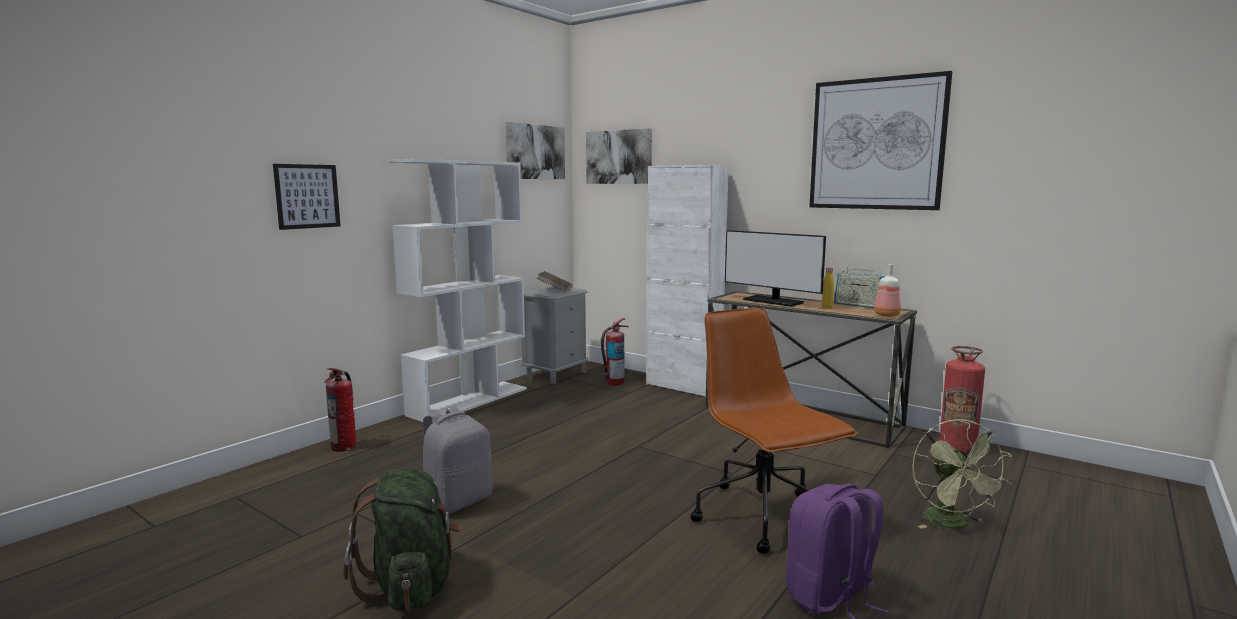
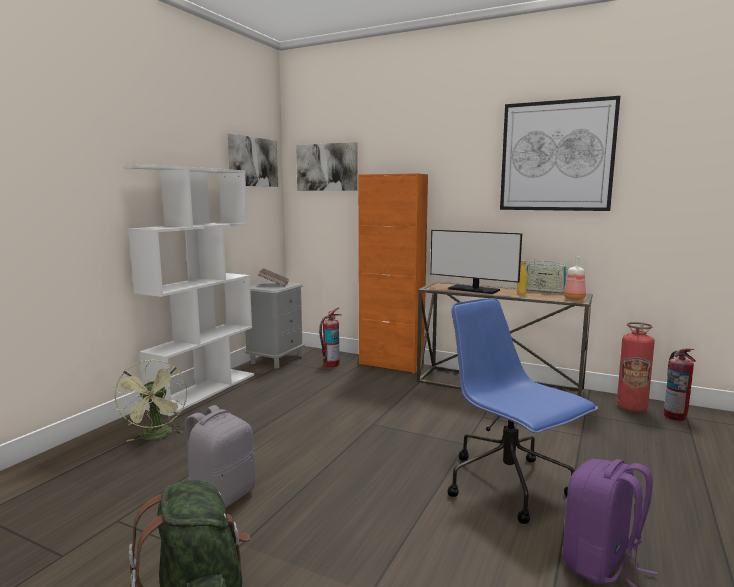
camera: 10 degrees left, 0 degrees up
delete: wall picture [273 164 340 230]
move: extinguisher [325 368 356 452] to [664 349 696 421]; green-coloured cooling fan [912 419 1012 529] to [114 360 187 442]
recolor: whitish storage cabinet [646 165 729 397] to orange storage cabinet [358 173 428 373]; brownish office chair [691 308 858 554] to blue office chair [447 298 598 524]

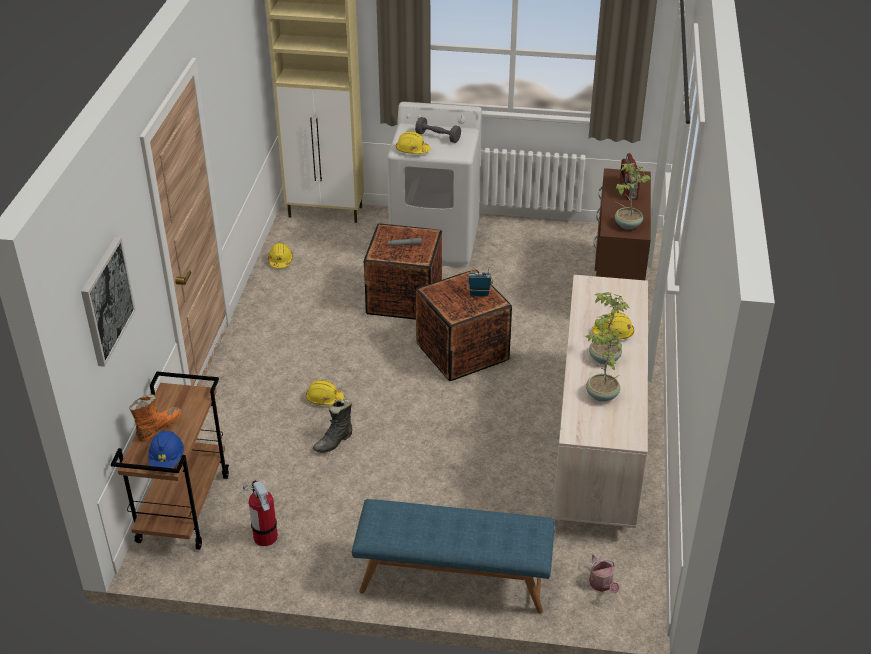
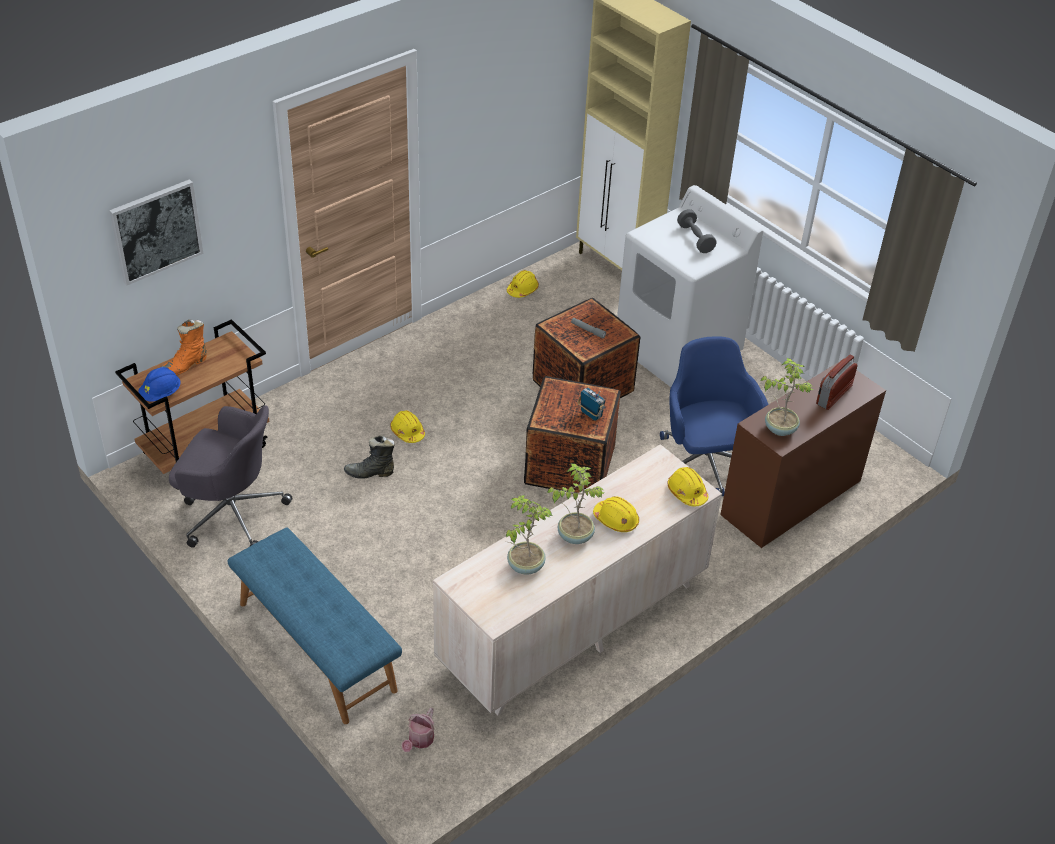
camera: 40 degrees right, 5 degrees up
insert: blue office chair [660 336 769 496]
move: yellow-coloured work helmet [396 131 430 154] to [668 467 708 506]
replace: extinguisher [243 480 278 546] to greyish office chair [169 405 293 548]
rotate: orange tall boot [129 394 181 442] = [161 319 207 375] 150 degrees clockwise

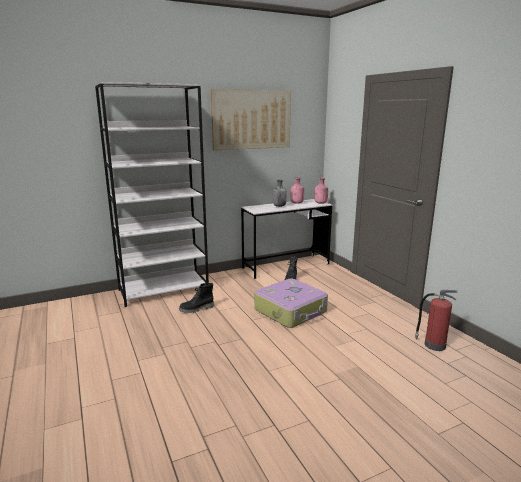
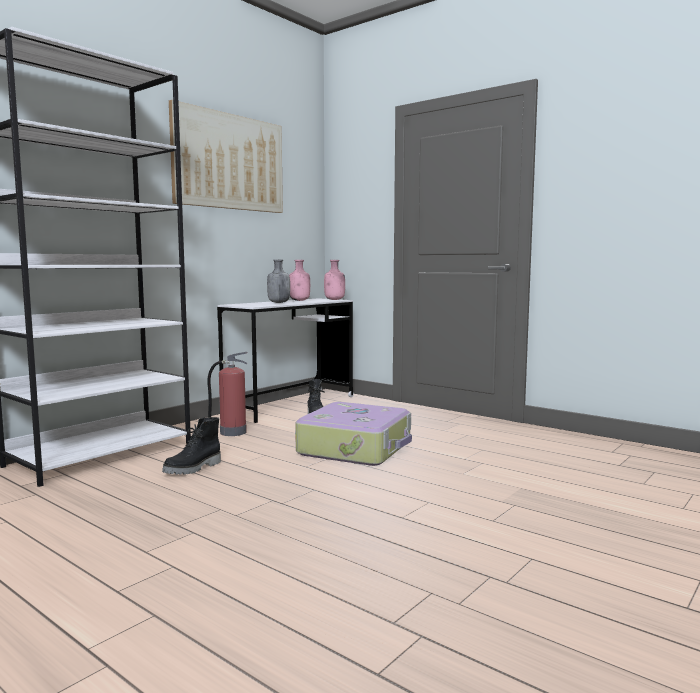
camera: 25 degrees left, 10 degrees down
move: extinguisher [415 290 457 351] to [207 352 248 436]

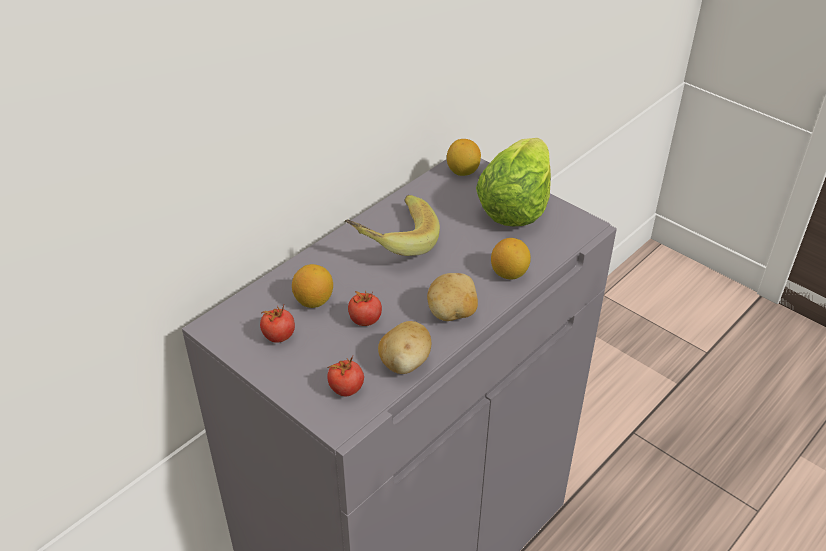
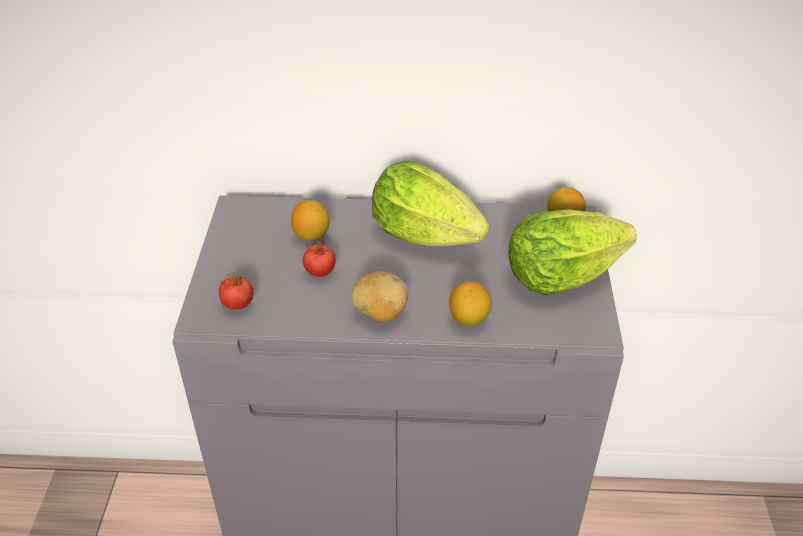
camera: 50 degrees right, 0 degrees up
delete: whole tomato [260 305 295 343]; potato [378 321 431 374]
replace: banana fruit [345 195 440 256] to lettuce head [372 160 490 246]

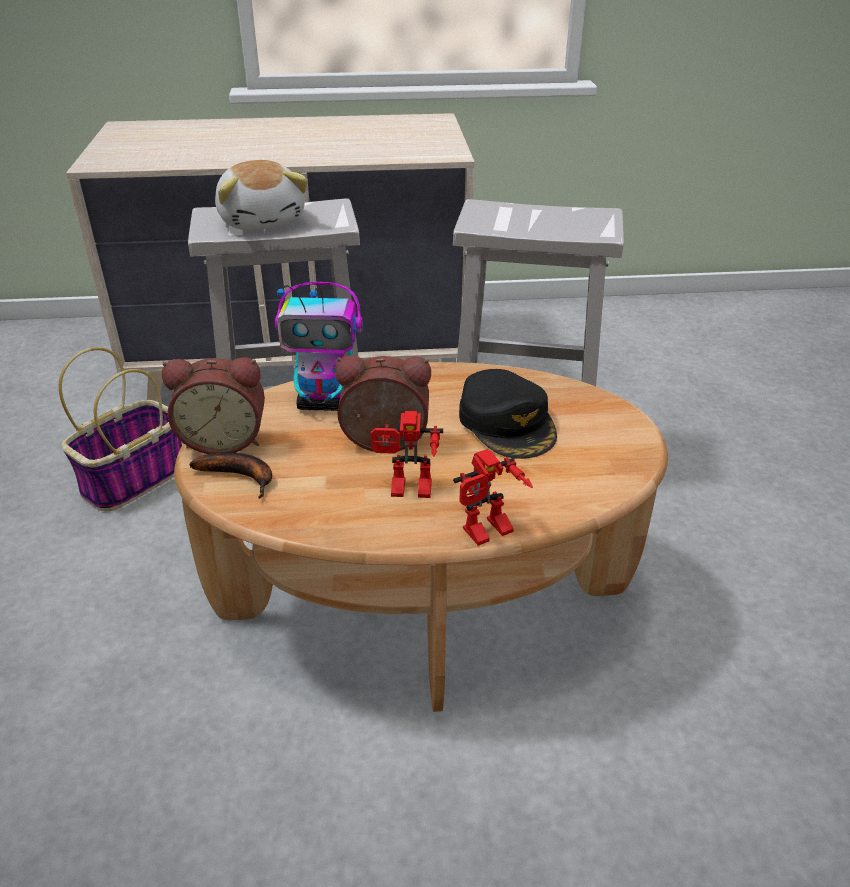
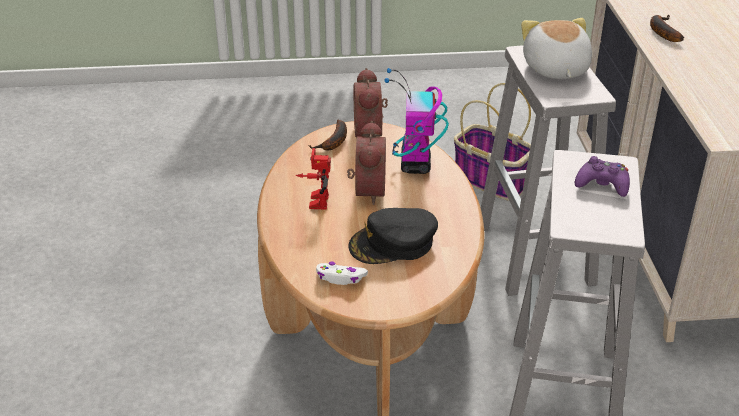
camera: 90 degrees right, 0 degrees up
delete: toy robot [453 449 533 546]
insert: whitish joypad [316 261 368 285]; purple joypad [575 156 630 197]; banana fruit [650 15 684 42]
rotate: cuddly toy [215 160 308 230] = [521 18 592 79] 105 degrees clockwise

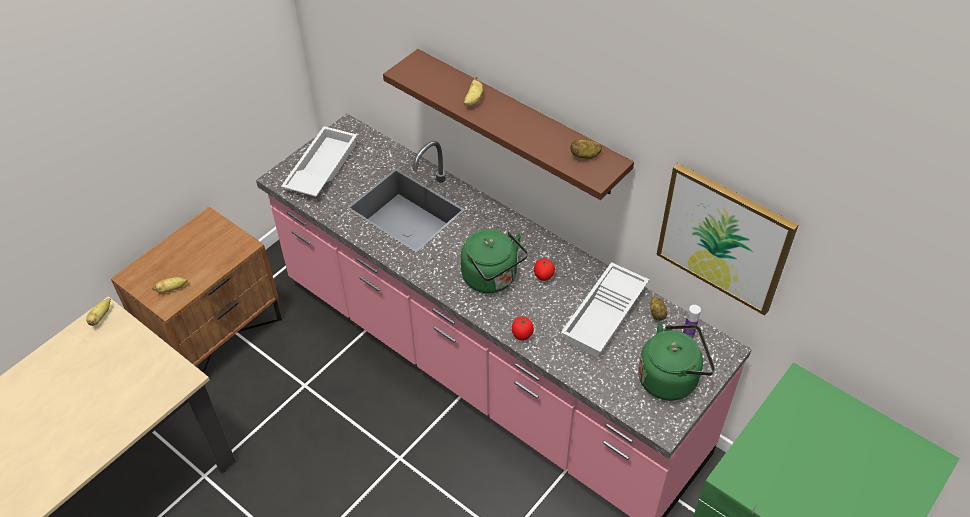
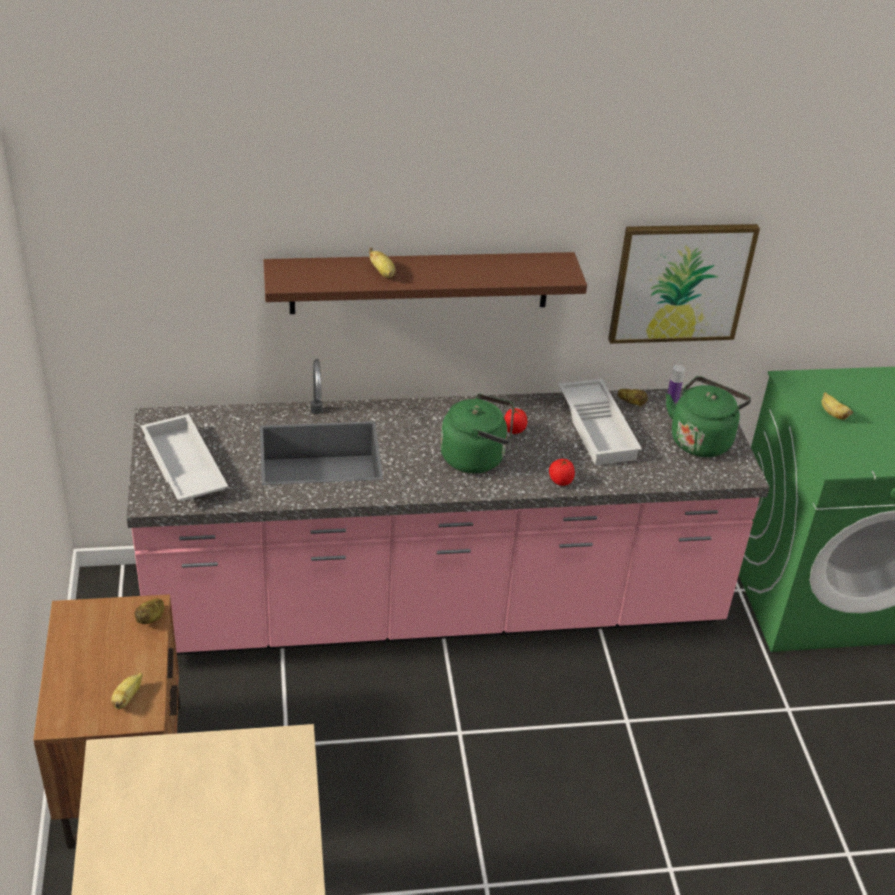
camera: 50 degrees left, 10 degrees down
move: banana fruit [86 298 111 326] to [821 392 853 419]; potato [570 140 602 159] to [134 599 164 624]

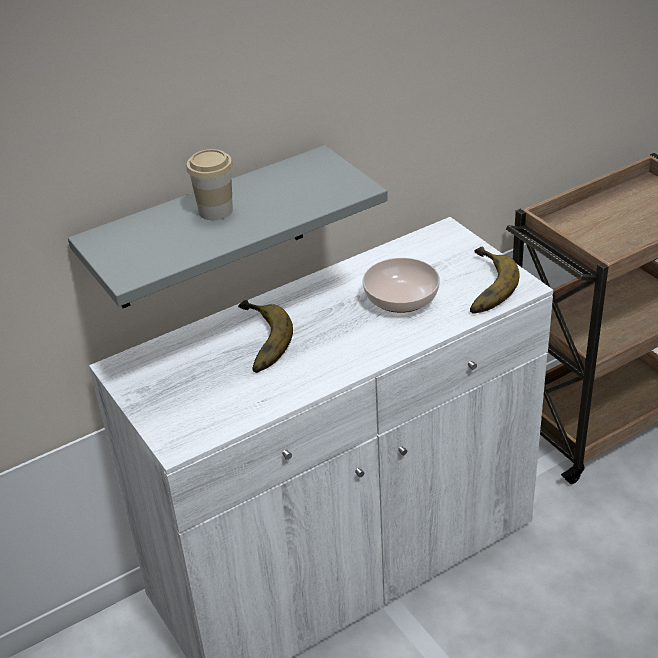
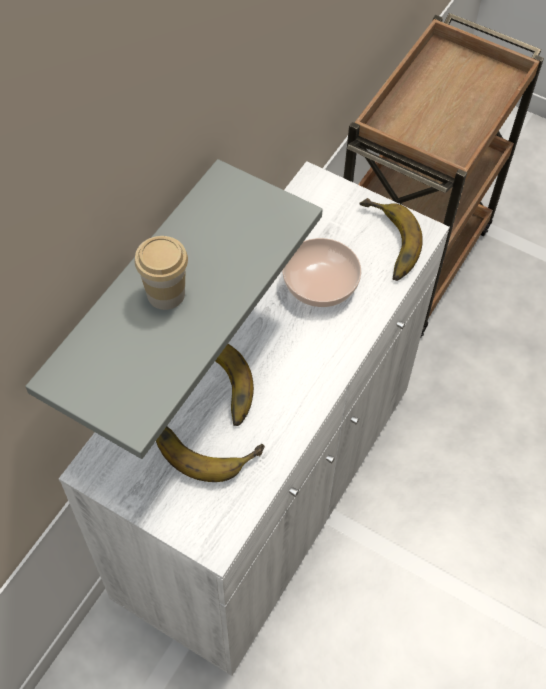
camera: 30 degrees left, 20 degrees up
insert: banana fruit [156 427 265 482]

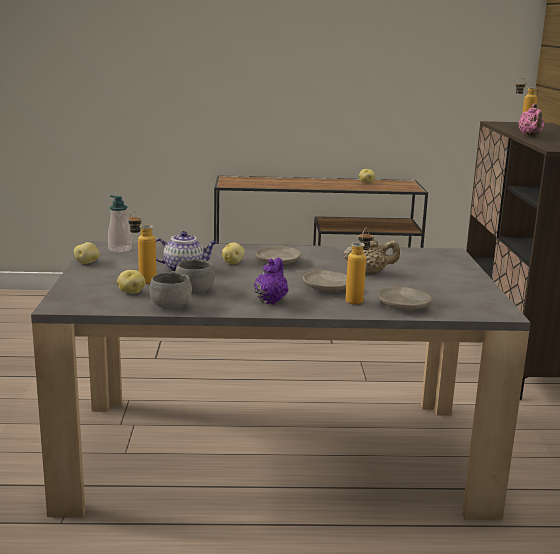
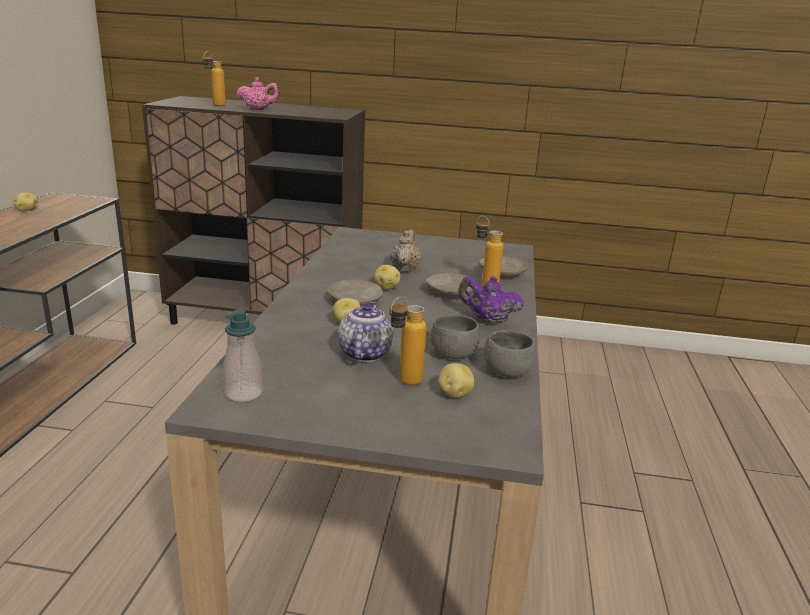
camera: 80 degrees left, 5 degrees up
move: potato [74 242 100 264] to [374 265 400 289]

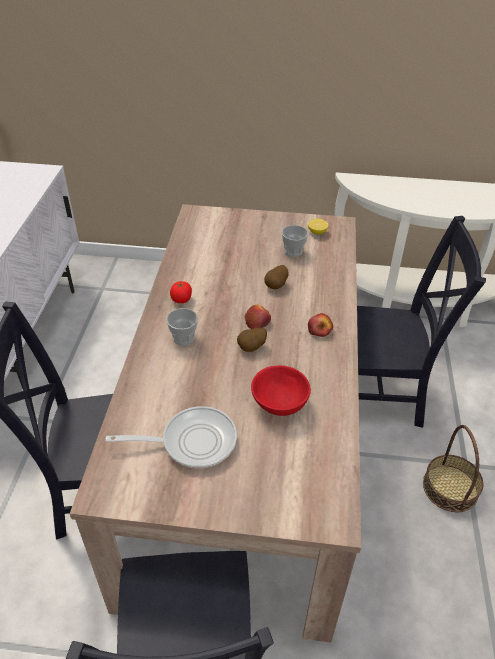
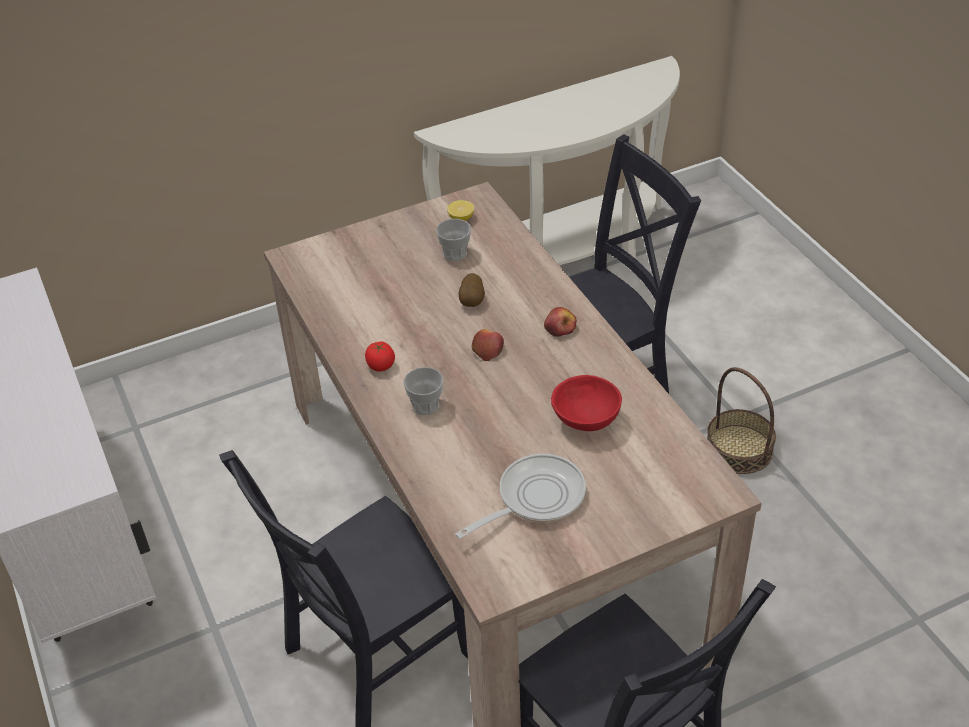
camera: 30 degrees left, 0 degrees up
delete: potato [237 328 267 352]

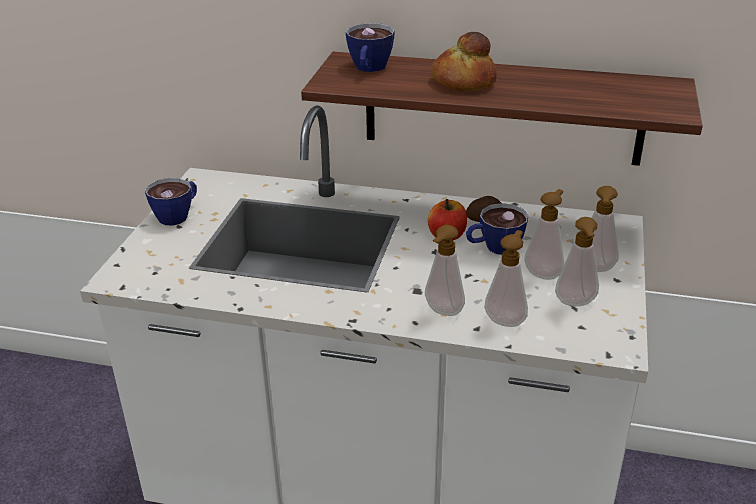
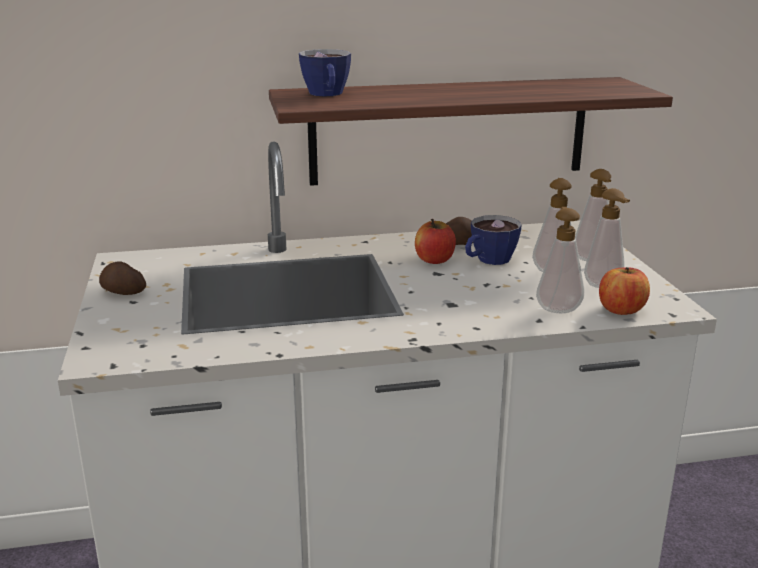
camera: 25 degrees left, 10 degrees down
delete: soap dispenser [425 225 465 316]; bread [431 32 497 91]
insert: apple [599 267 650 315]
replace: cup [145 178 197 226] to potato [99 261 146 295]

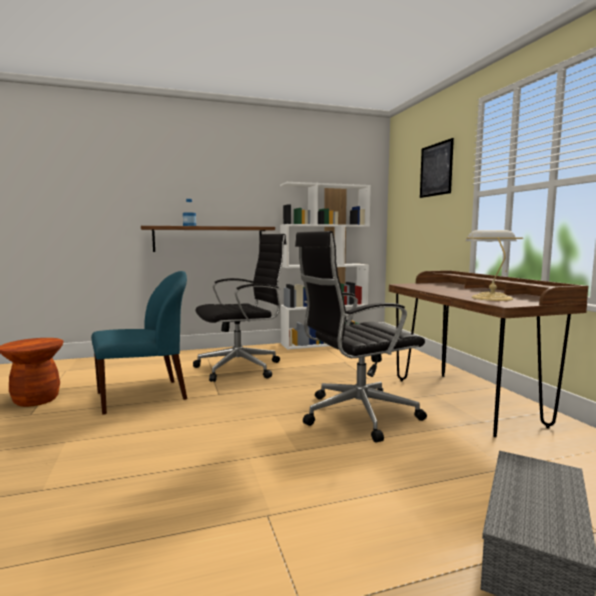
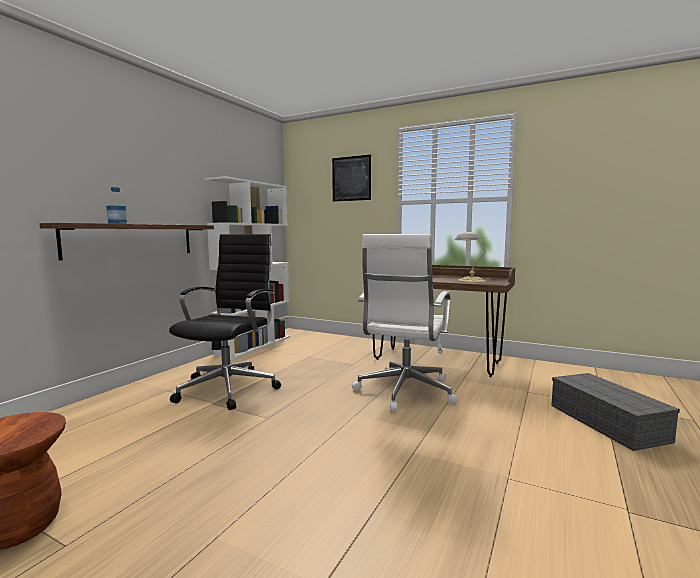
camera: 45 degrees left, 0 degrees up
delete: blue upright chair [91 271 187 415]
recolor: black-coloured office chair [295 231 427 443] to whitish office chair [352 234 458 412]

